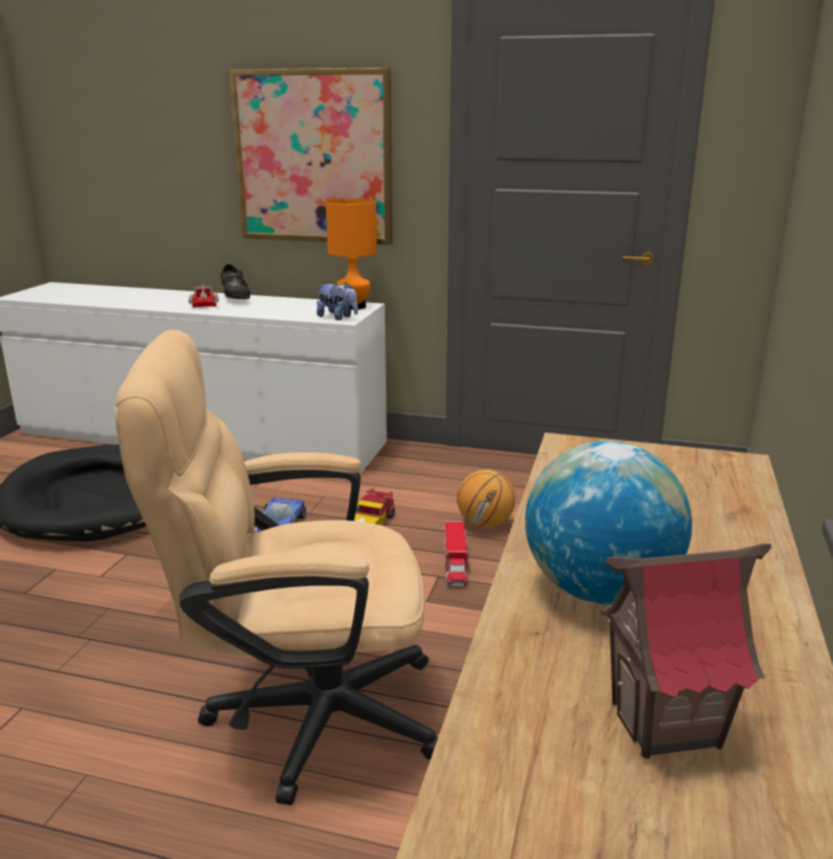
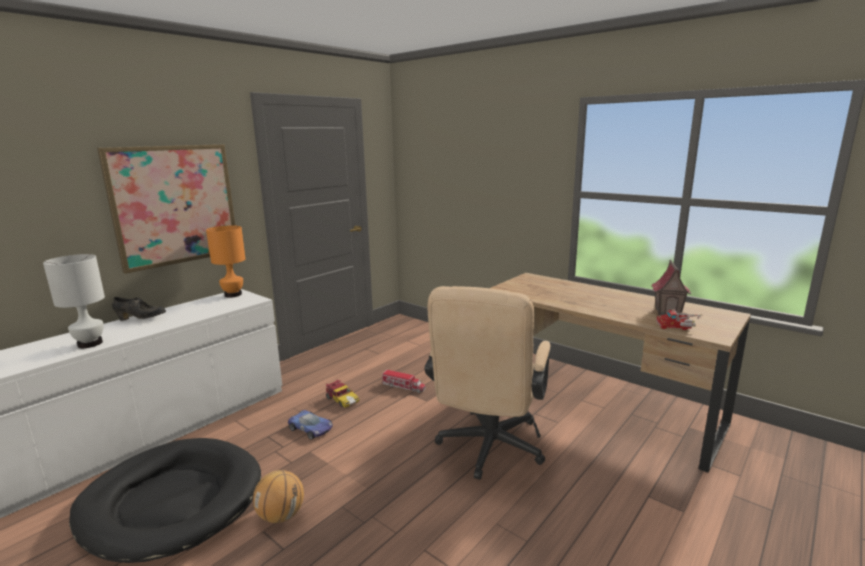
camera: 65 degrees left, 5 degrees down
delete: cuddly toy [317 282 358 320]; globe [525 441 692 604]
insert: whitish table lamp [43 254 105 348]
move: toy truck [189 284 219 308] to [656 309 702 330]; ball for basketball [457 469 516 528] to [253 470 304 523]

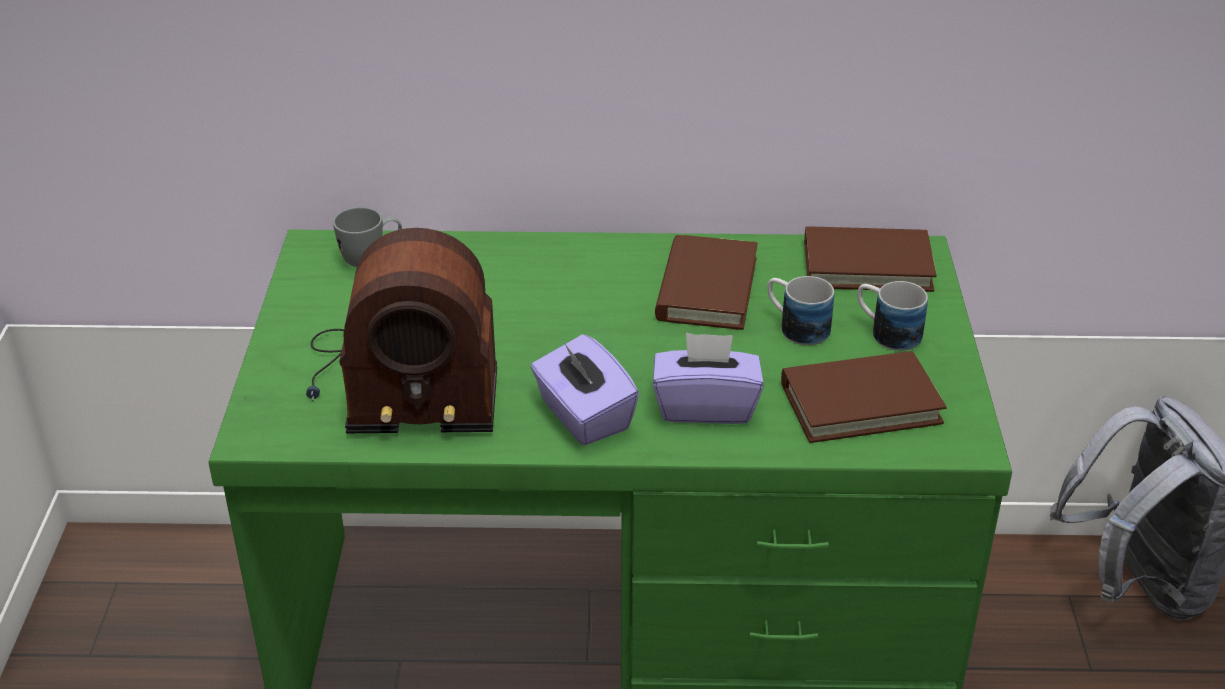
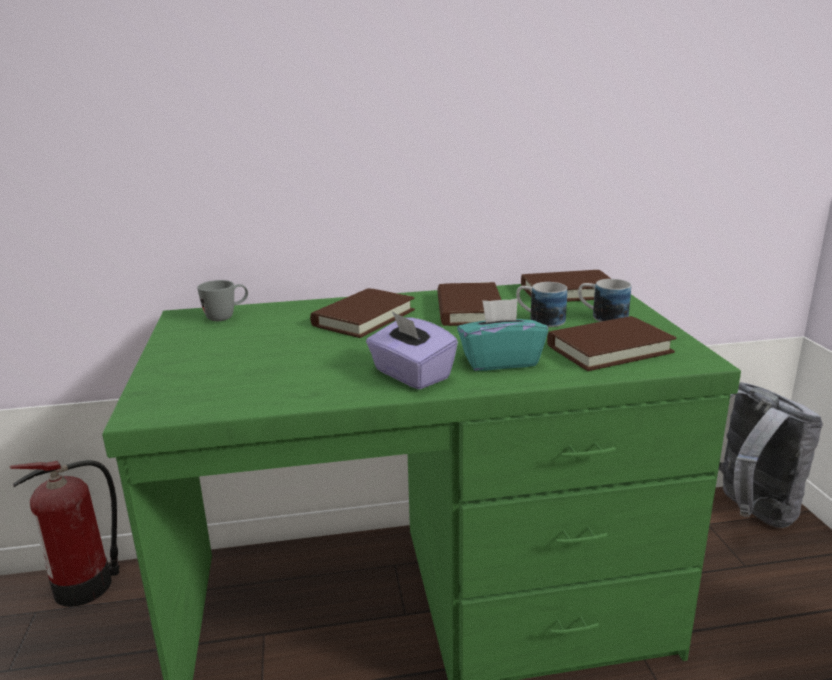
camera: 10 degrees left, 15 degrees down
delete: radio [306 228 497 433]
insert: extinguisher [10 460 120 607]; brownish volume [310 288 415 338]
recolor: purple tissue holder [653 333 764 424] to turquoise-coloured tissue holder [457 298 548 371]

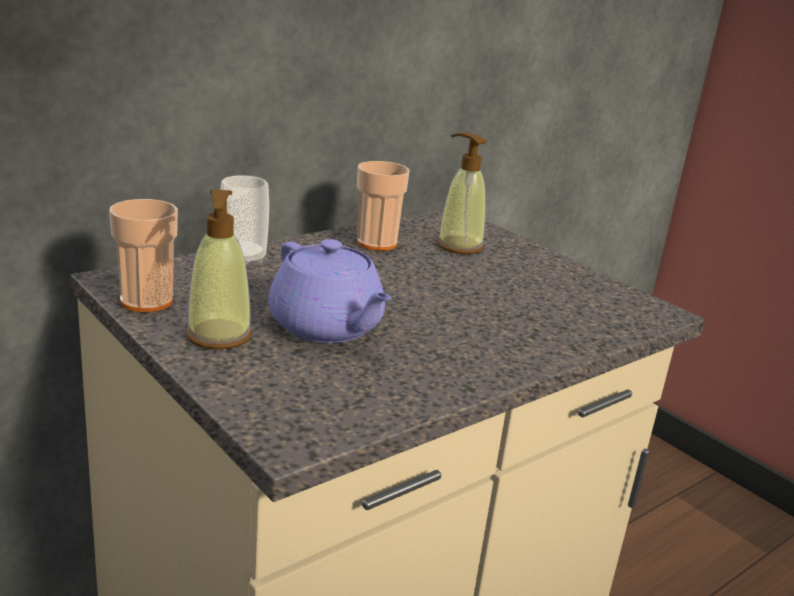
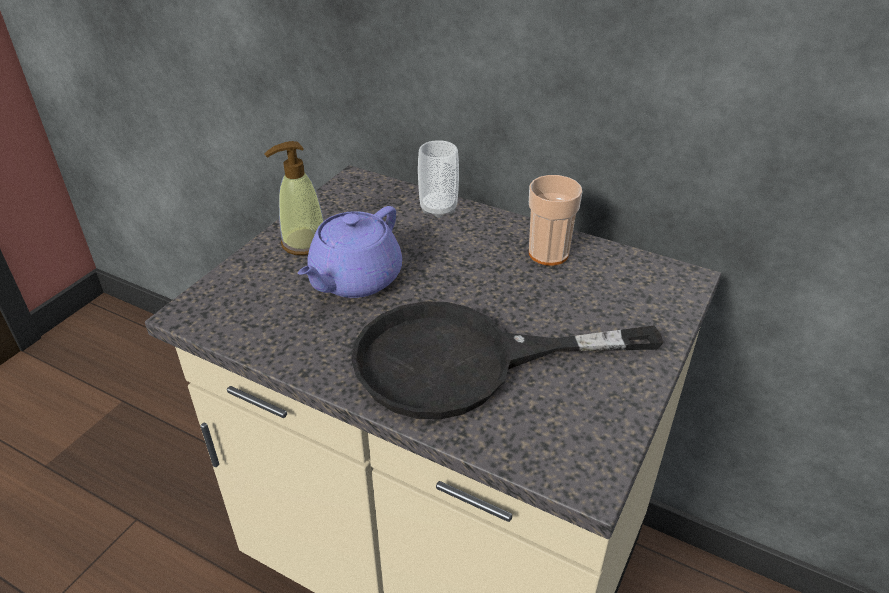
camera: 70 degrees right, 15 degrees up
delete: cup [109 199 178 312]; soap dispenser [437 132 487 254]
insert: black-coloured frying pan [351 301 663 419]

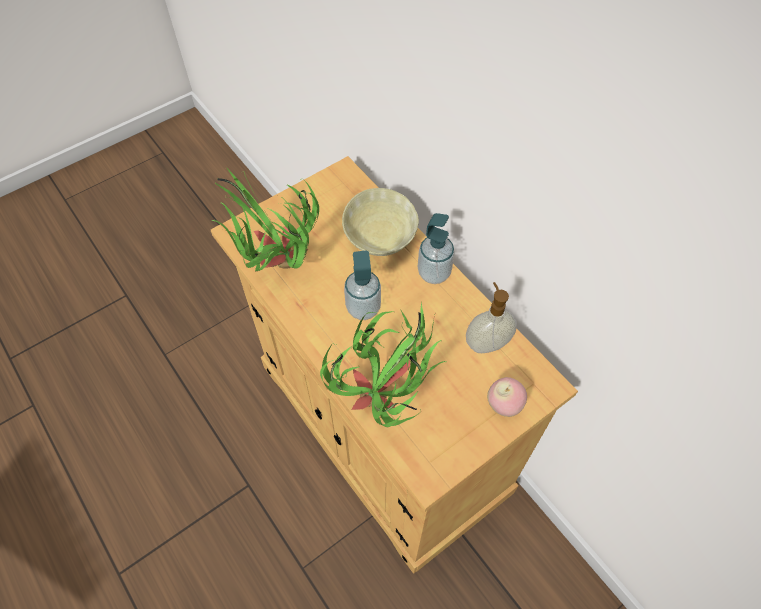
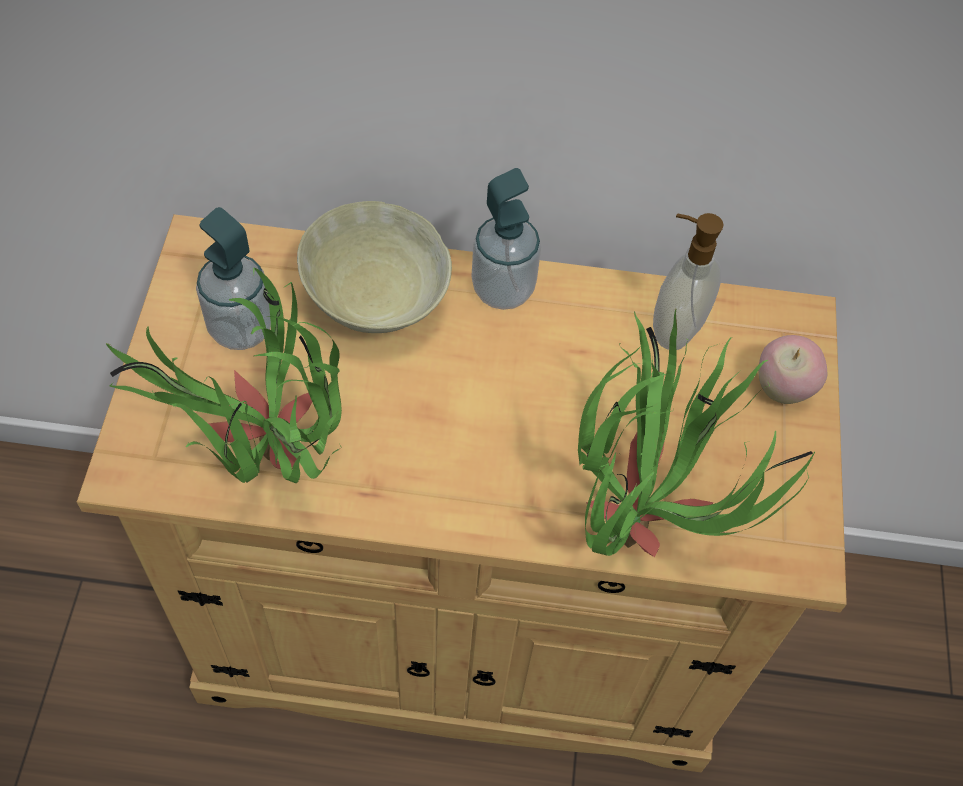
camera: 50 degrees left, 0 degrees up
move: soap dispenser [344 251 381 320] to [196 207 271 350]

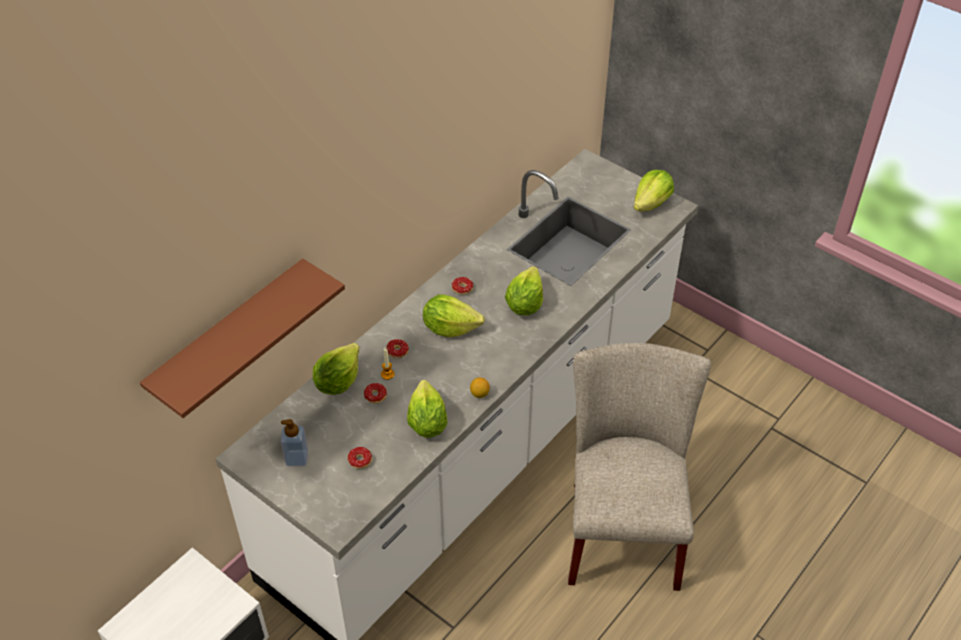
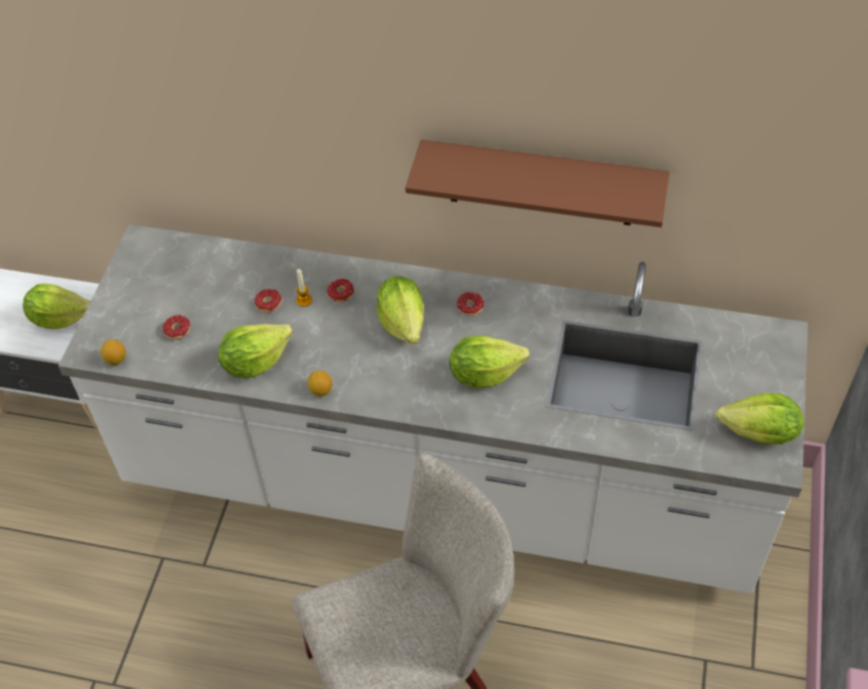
camera: 65 degrees right, 5 degrees up
delete: soap dispenser [281 419 308 466]
insert: whole lemon [101 340 126 365]
move: brownish bracket shelf [140 259 345 418] to [405 139 670 227]; lettuce head [313 343 359 395] to [23 284 90 329]

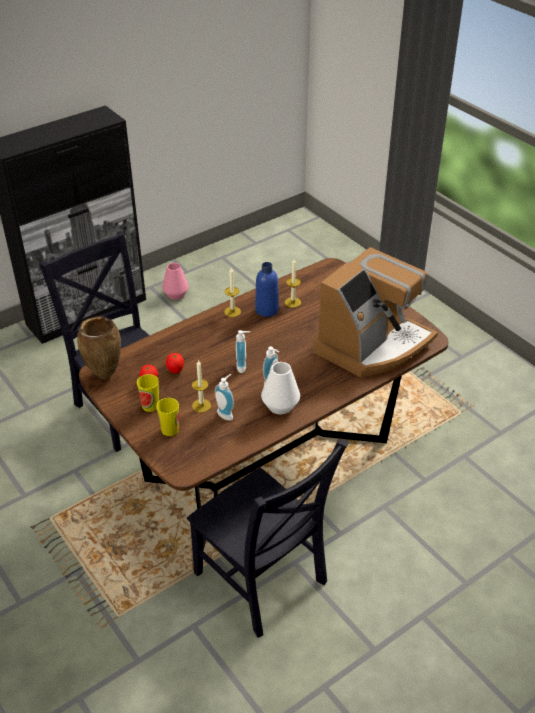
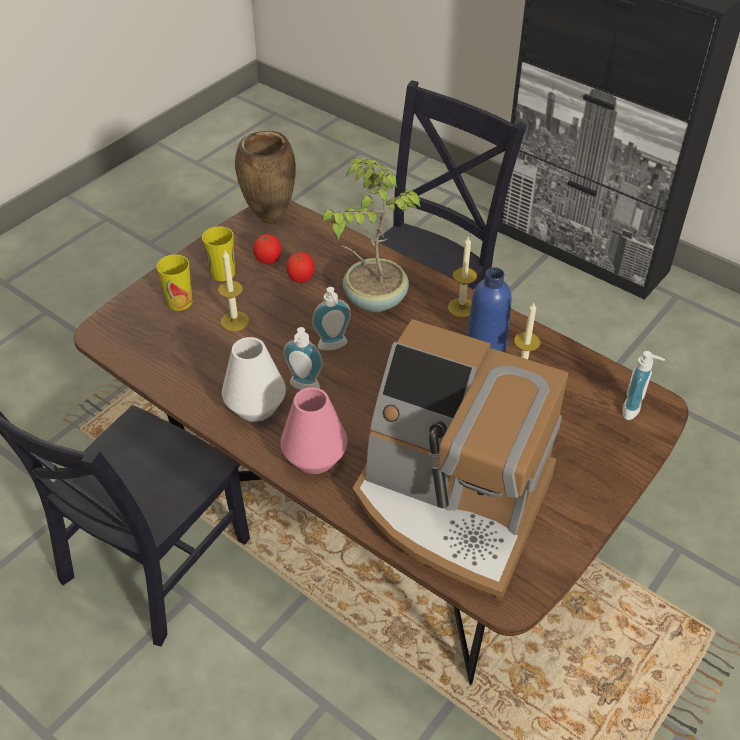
camera: 75 degrees right, 5 degrees up
insert: potted plant [322 158 421 312]
move: pinkish vase [162 263 189 300] to [280 387 347 474]; soap dispenser [215 374 234 420] to [622 351 665 420]

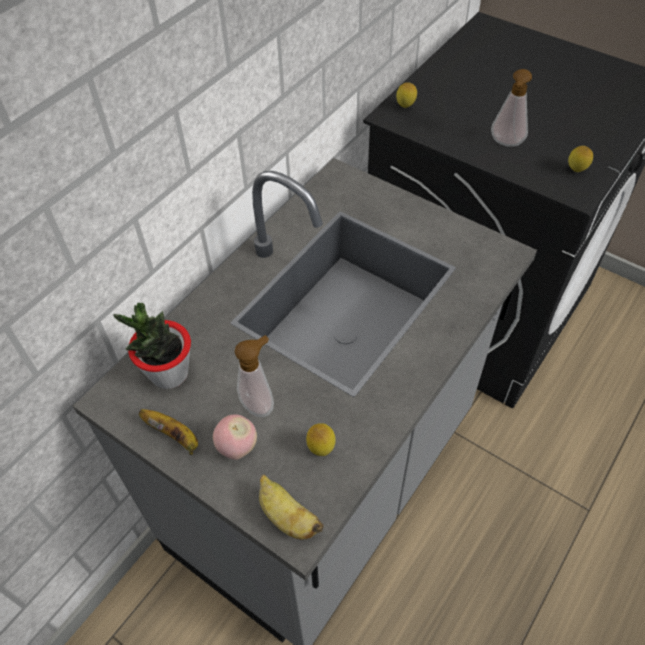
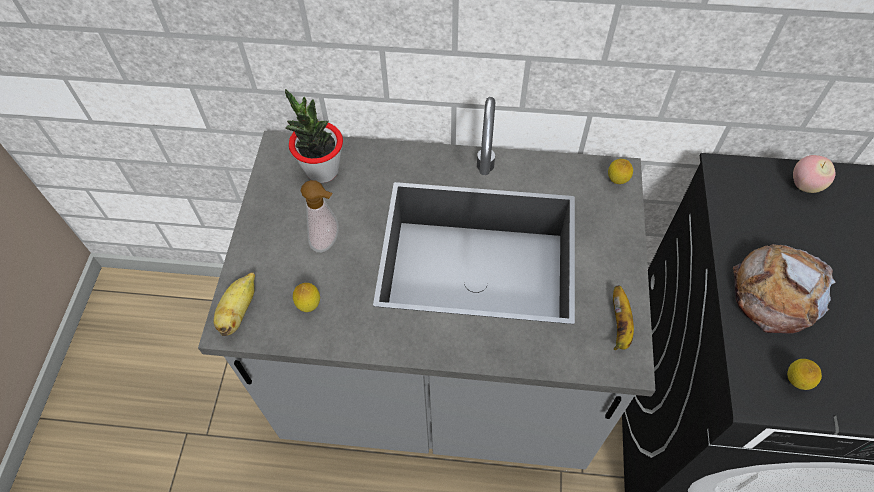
camera: 60 degrees right, 5 degrees up
move: banana fruit [139 409 198 455] to [613 285 634 350]; apple [213 414 257 460] to [793 155 836 193]; whole lemon [396 82 417 108] to [608 159 633 184]
replace: soap dispenser [491 69 532 147] to bread [733 244 835 334]

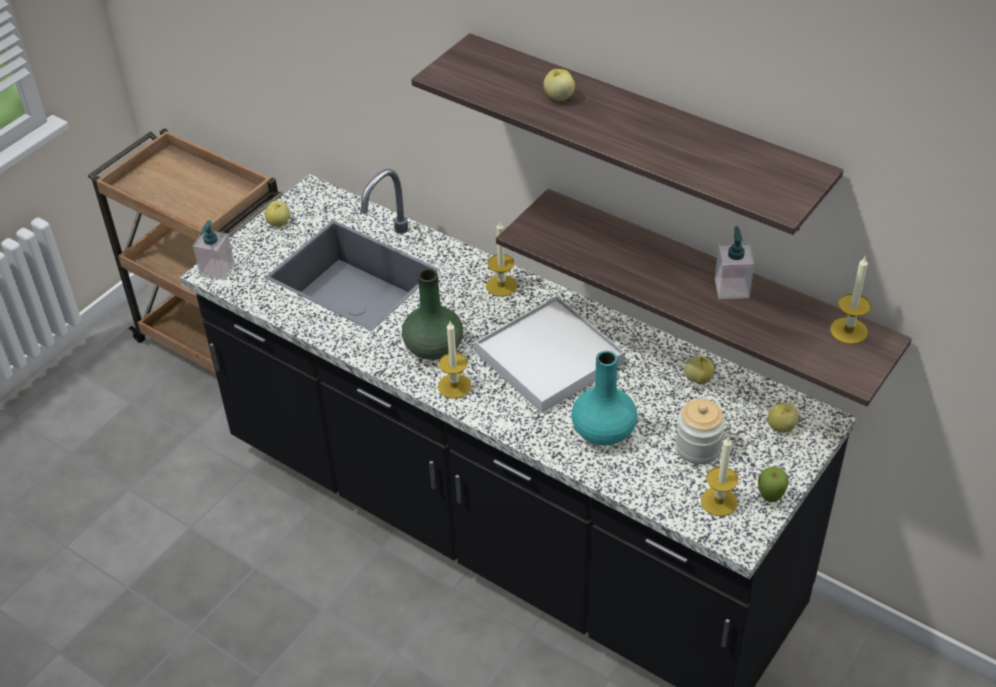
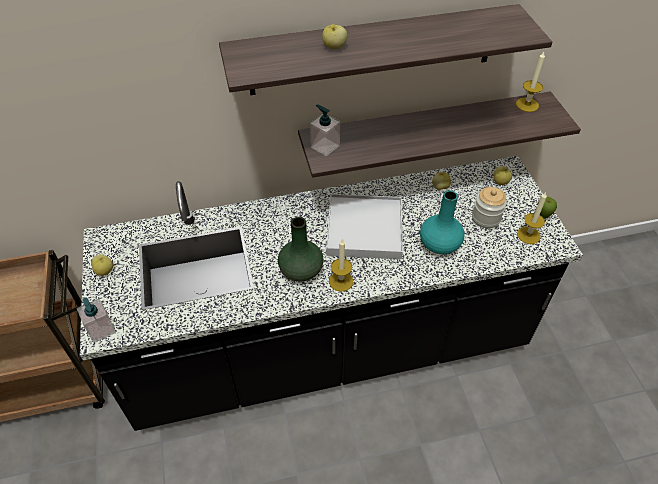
camera: 50 degrees left, 5 degrees up
delete: wax candle [486 220 517 297]
move: soap dispenser [715 226 754 299] to [310 104 340 156]

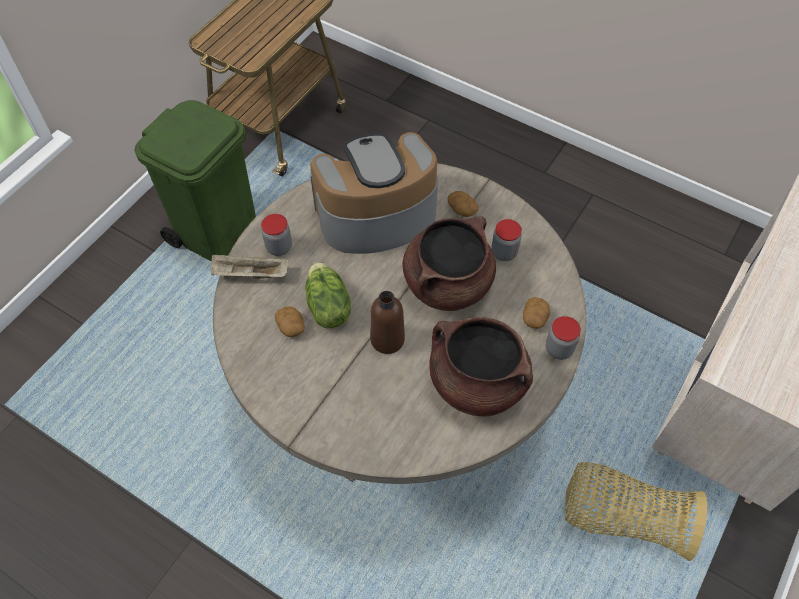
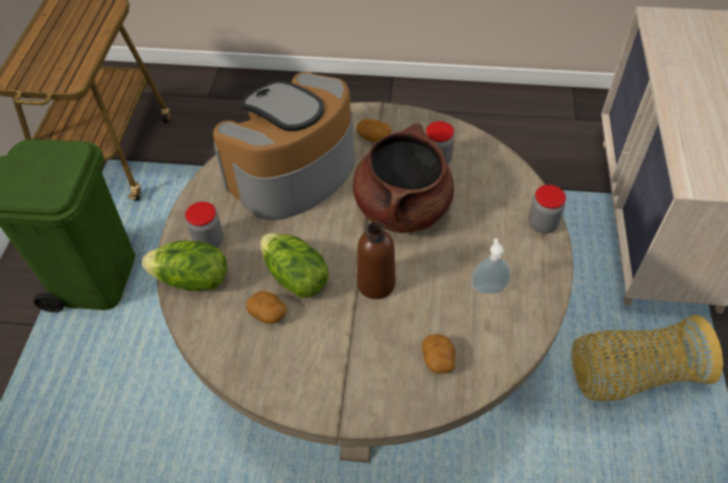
camera: 25 degrees left, 5 degrees down
move: potato [523 297 550 329] to [422 334 455 374]
replace: sand-coloured serving tray [211 255 289 279] to lettuce head [142 241 227 291]; brownish stockpot [429 317 533 417] to soap dispenser [471 239 511 294]

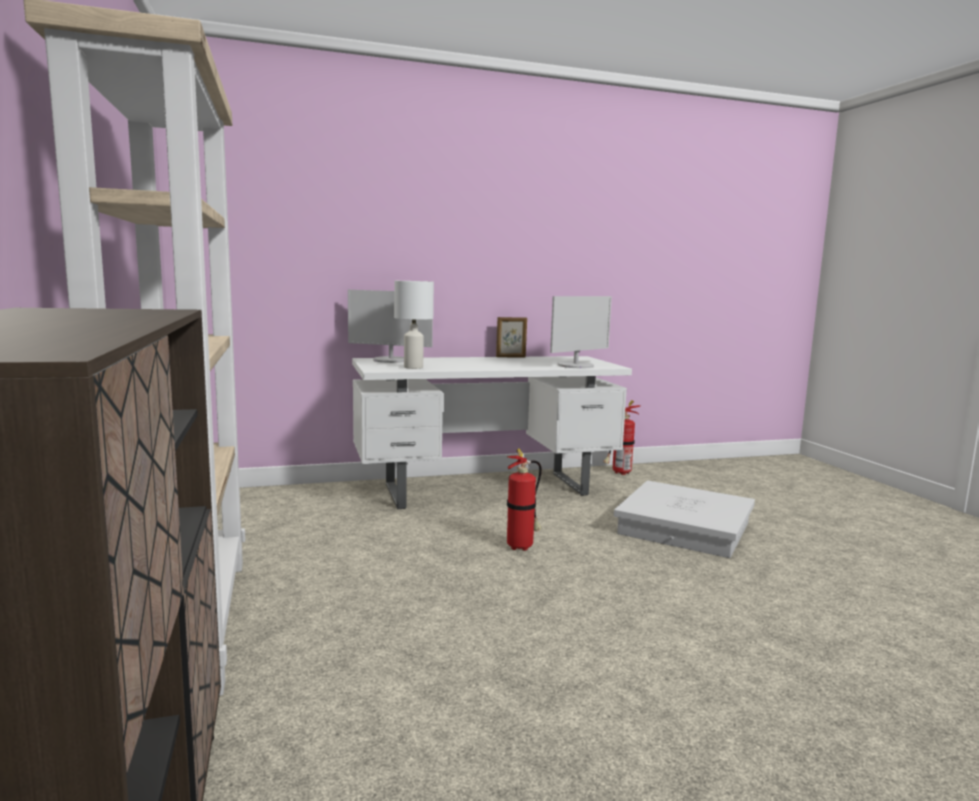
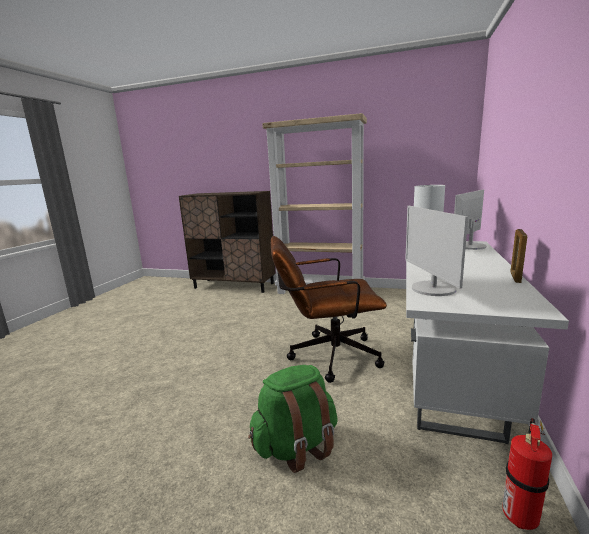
camera: 125 degrees right, 5 degrees up
replace: extinguisher [507 448 542 551] to brownish office chair [271 236 387 383]; whitish storage box [614 481 755 558] to green-coloured knapsack [248 365 338 473]

